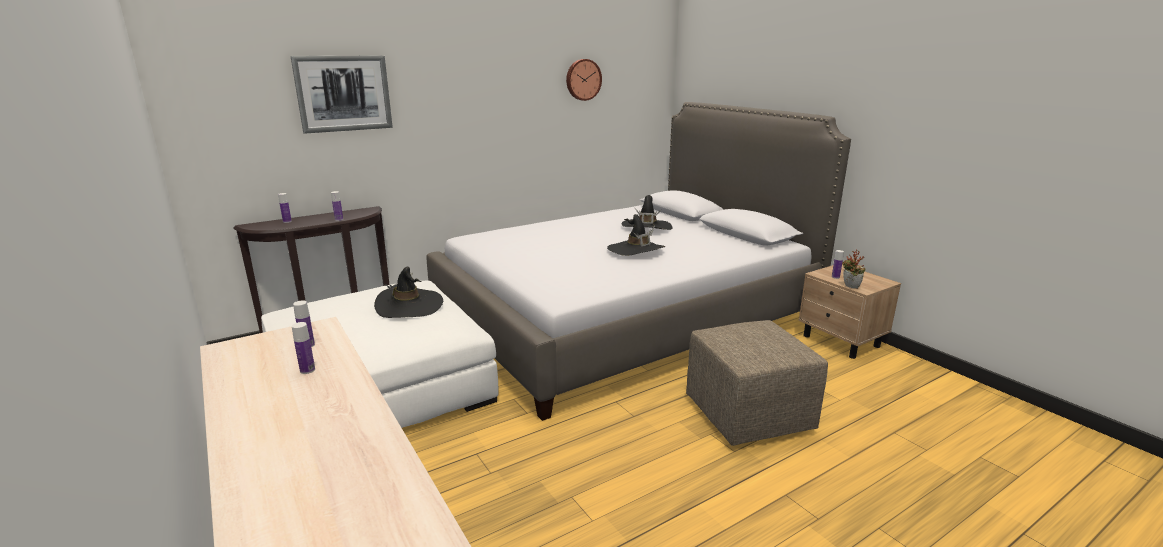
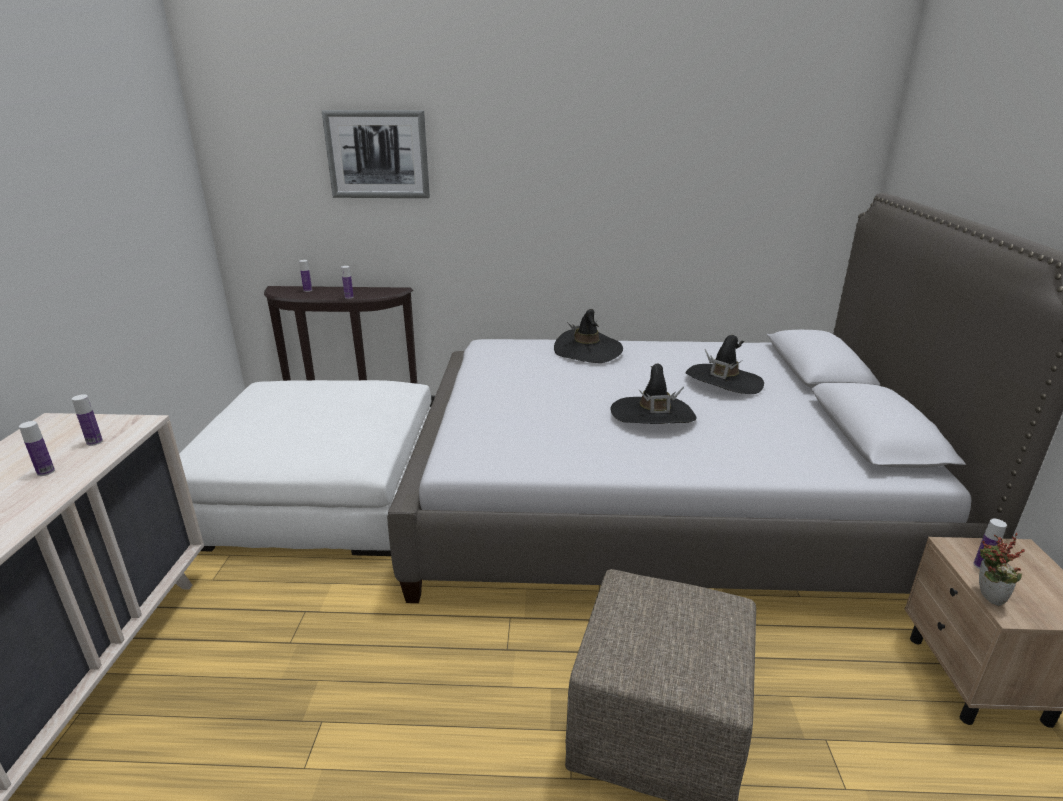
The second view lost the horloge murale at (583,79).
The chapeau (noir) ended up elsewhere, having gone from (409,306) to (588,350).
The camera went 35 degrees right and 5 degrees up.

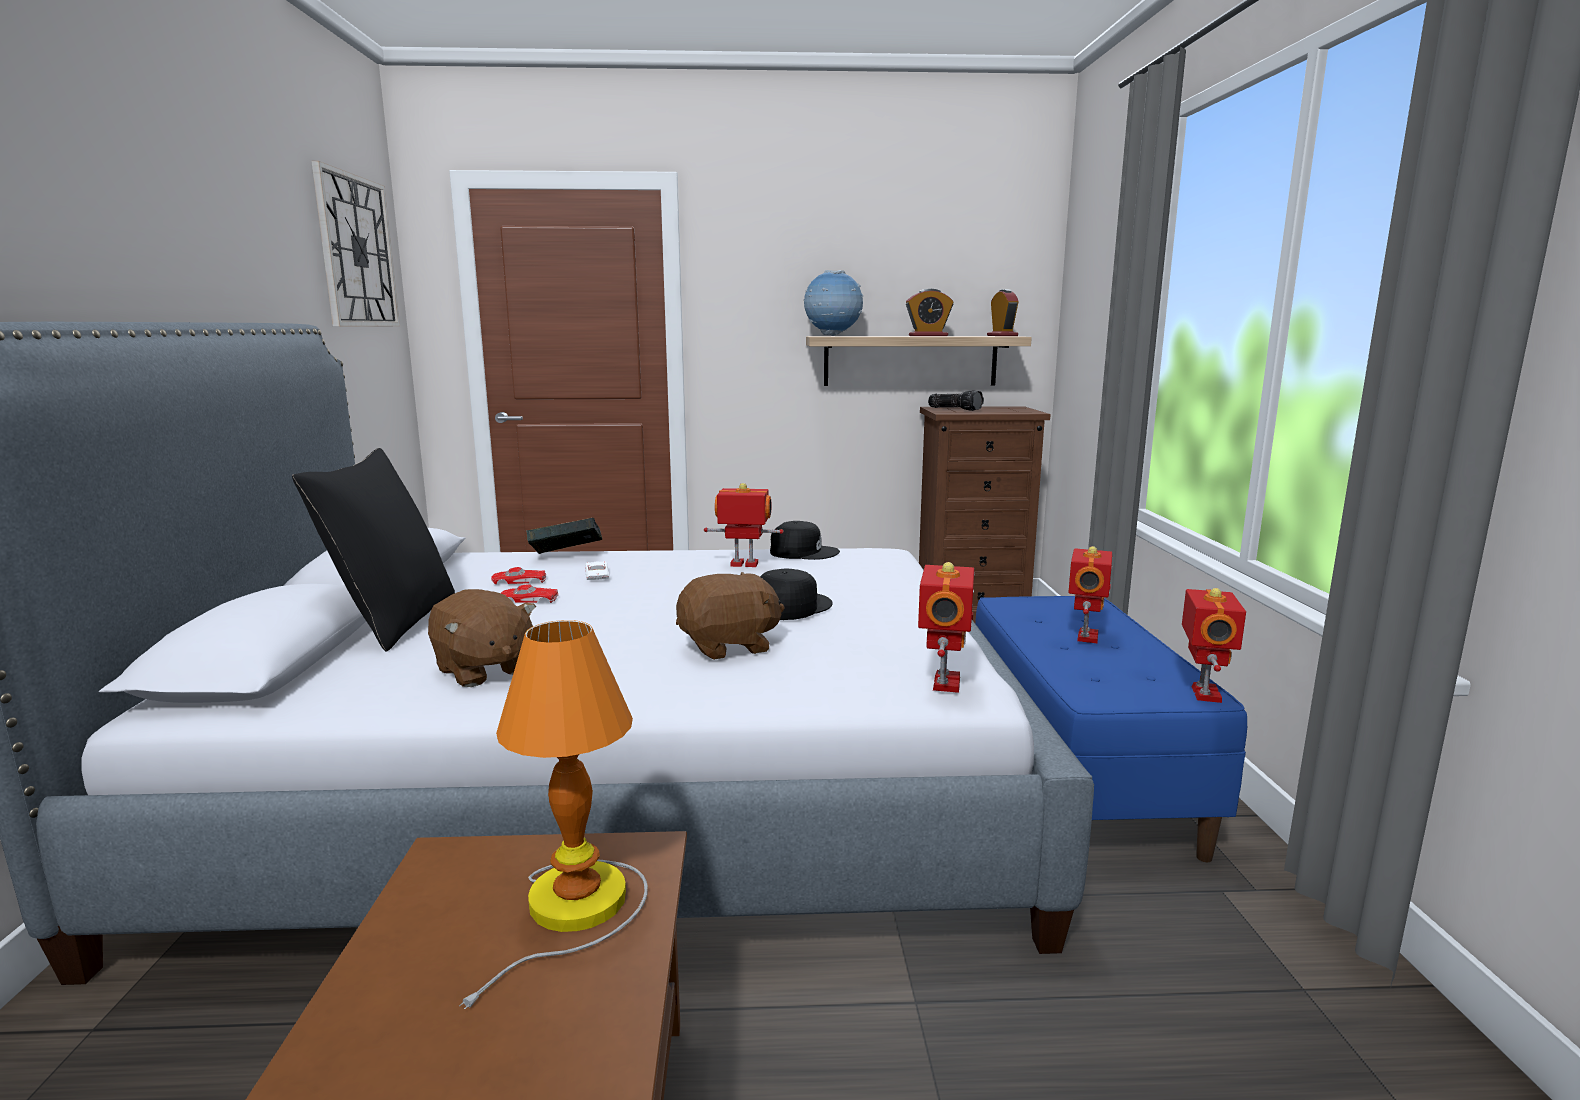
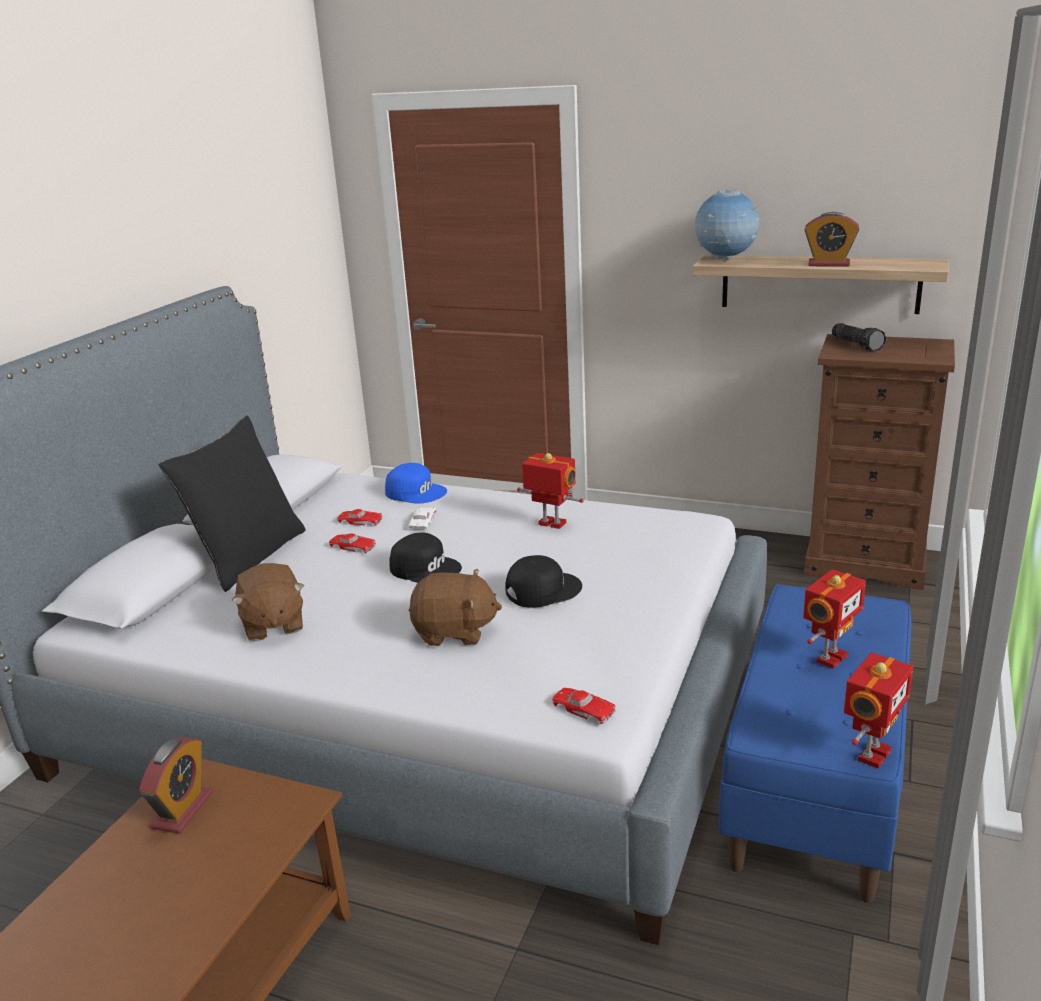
The second view lost the horloge murale at (356,251).
The réveil ended up elsewhere, having gone from (1002,336) to (182,810).
Where the livre stood at (566,556), the casquette (bleu) came to stand at (416,492).
The casquette (noir) ended up elsewhere, having gone from (803,552) to (425,568).
Where the robot jouet stood at (943,683), the petite voiture (rouge) came to stand at (583,709).
The second view lost the lampe de table at (576,908).
The camera went 25 degrees right and 10 degrees up.

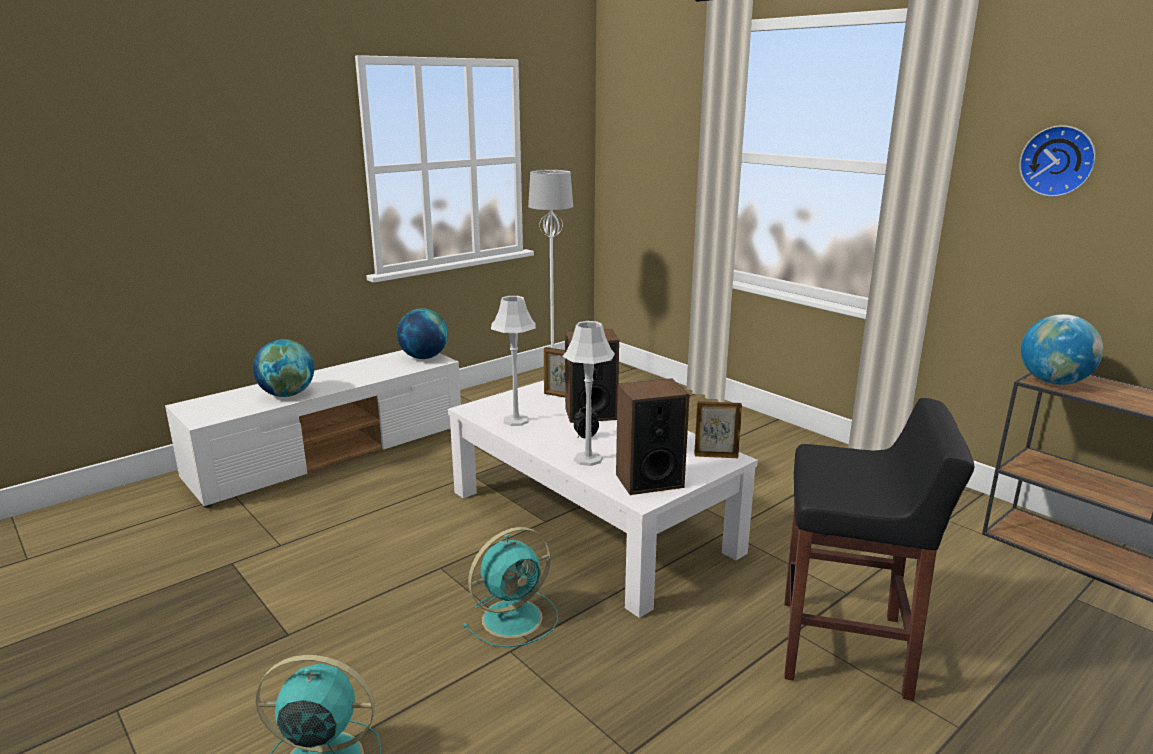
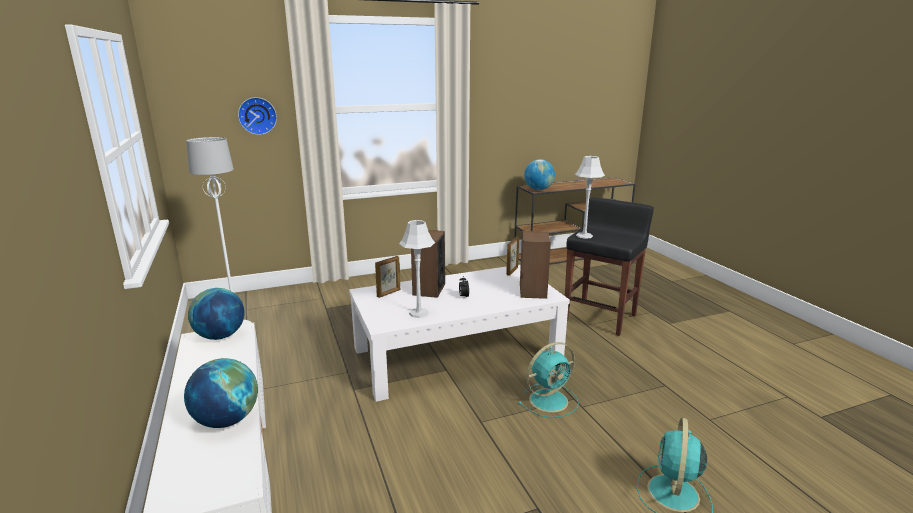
The horloge murale ended up elsewhere, having gone from (1058,161) to (257,116).
The lampe de table (gris) ended up elsewhere, having gone from (588,459) to (584,236).
The ventilateur (turquoise) at (514,617) ended up facing another way, 75 degrees clockwise from before.
The camera went 70 degrees left and 0 degrees up.

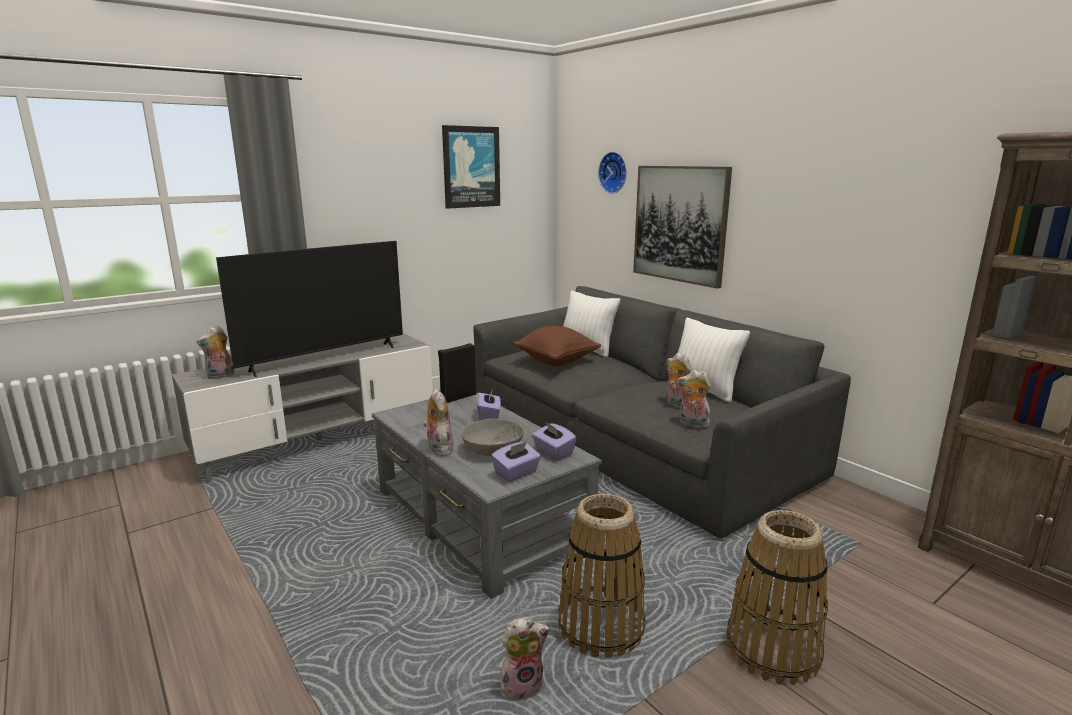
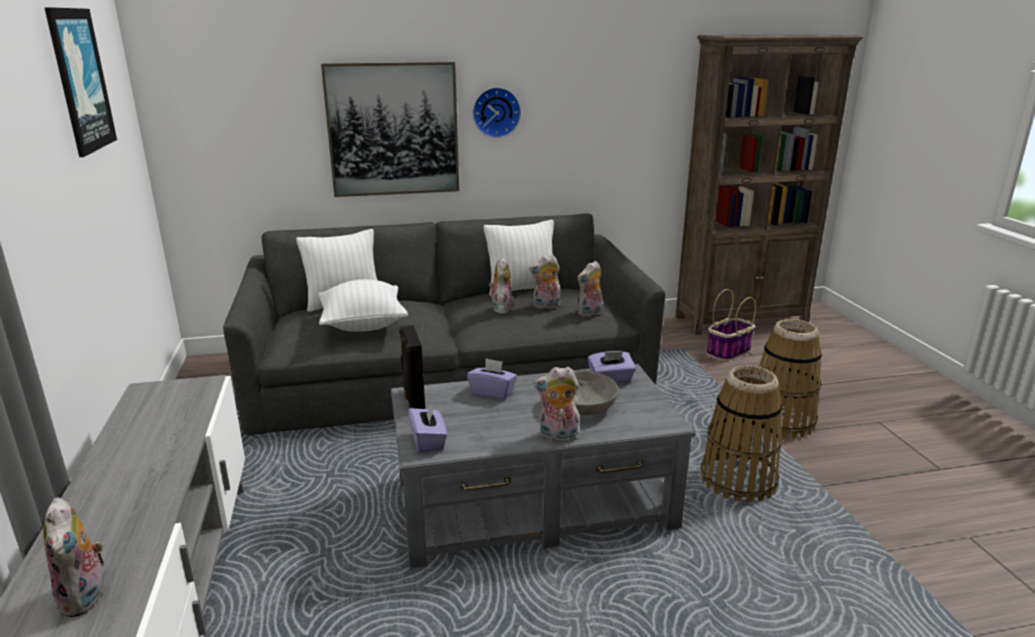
The horloge murale ended up elsewhere, having gone from (614,172) to (496,112).
The second view lost the téléviseur at (325,358).
What was the coussin (marron) at (556,362) turned into the coussin (blanc) at (363,325).
The boîte à mouchoirs (violet) ended up elsewhere, having gone from (516,473) to (428,441).
The peluche ended up elsewhere, having gone from (522,686) to (501,308).
The second view gained the panier at (728,352).
The camera went 65 degrees left and 5 degrees up.

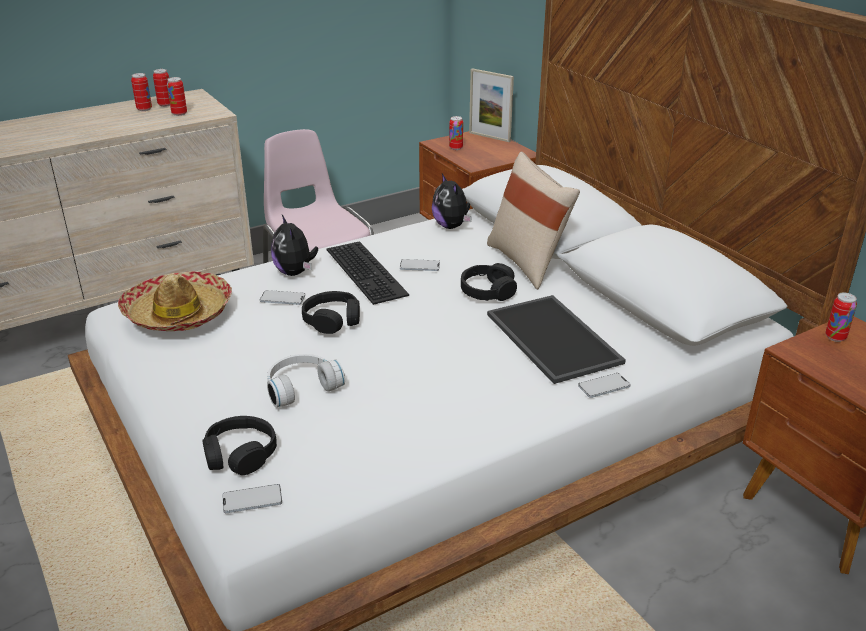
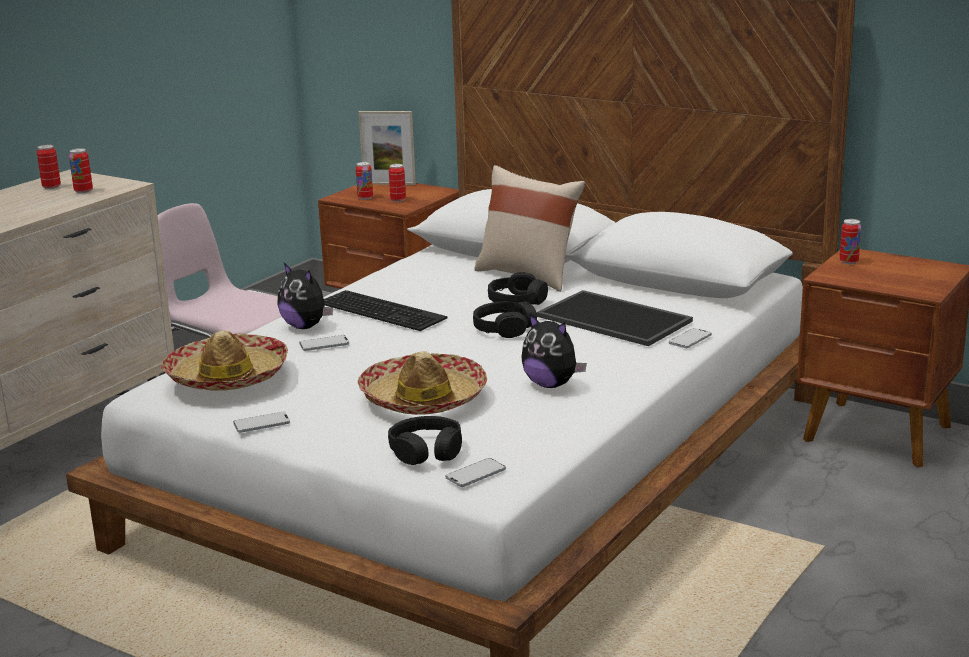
The boîte métallique ended up elsewhere, having gone from (144,109) to (398,200).
The peluche ended up elsewhere, having gone from (451,226) to (551,384).
The téléphone ended up elsewhere, having gone from (419,266) to (261,423).
The casque audio (noir) ended up elsewhere, having gone from (332,320) to (504,328).
Where the casque audio (blanc) stood at (301,387), the chapeau came to stand at (423,399).
The camera went 25 degrees left and 10 degrees down.

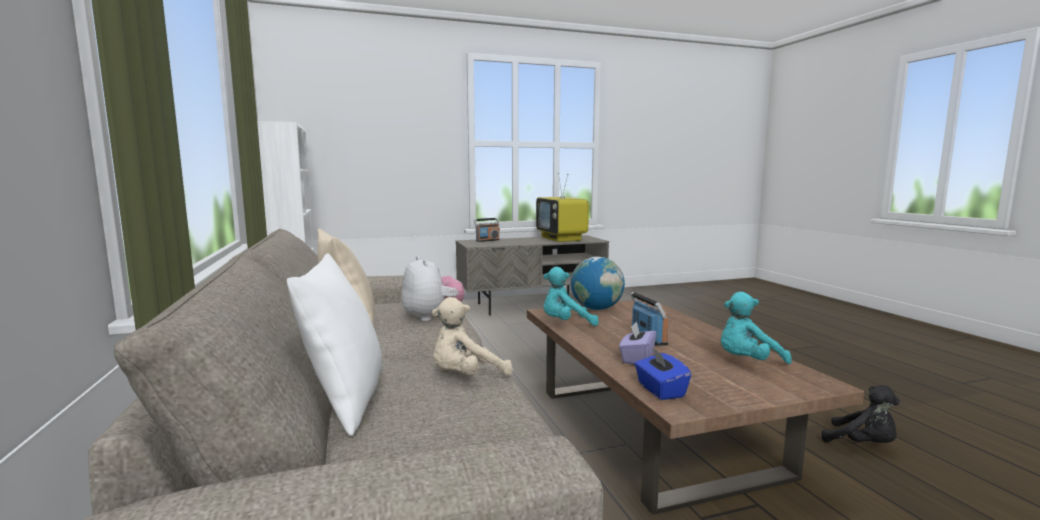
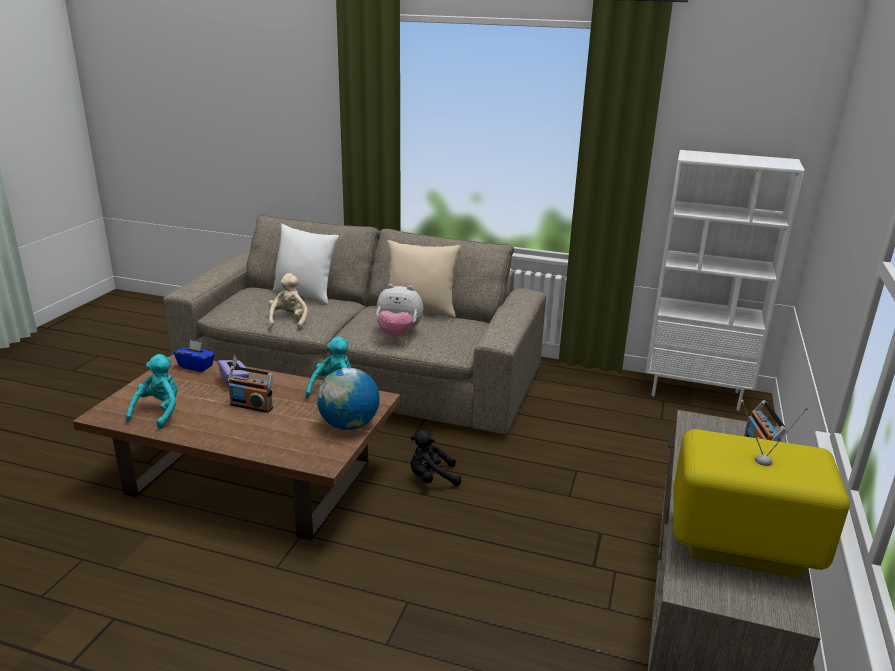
The peluche (noir) ended up elsewhere, having gone from (862,444) to (432,478).
The camera went 125 degrees right and 15 degrees up.

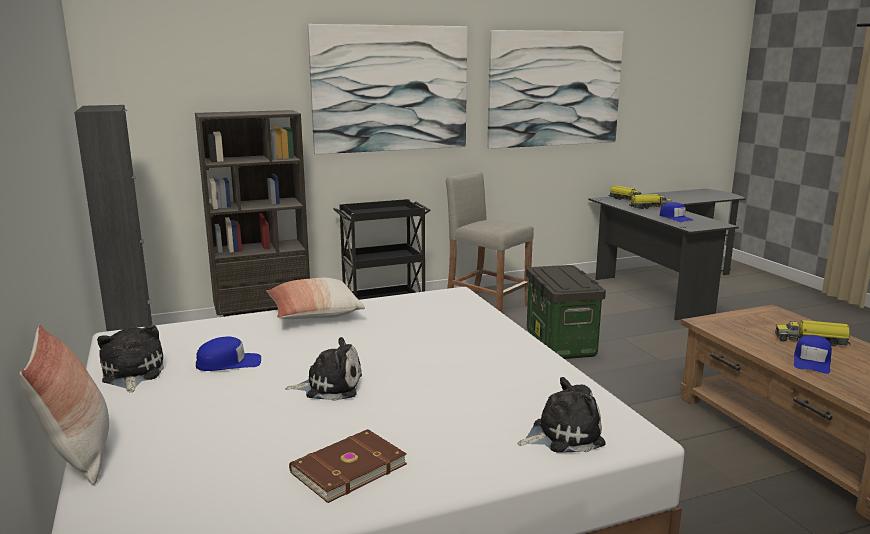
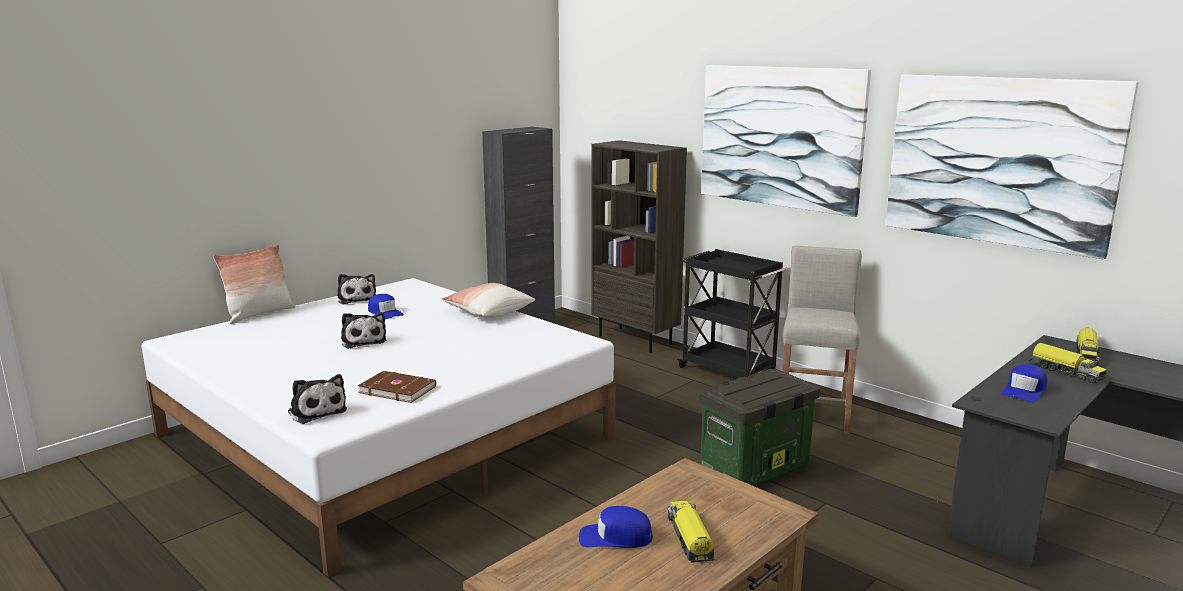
The peluche at (132,374) ended up facing another way, 105 degrees clockwise from before.
The livre (marron) ended up elsewhere, having gone from (347,468) to (398,389).
The camera went 65 degrees right and 0 degrees up.

